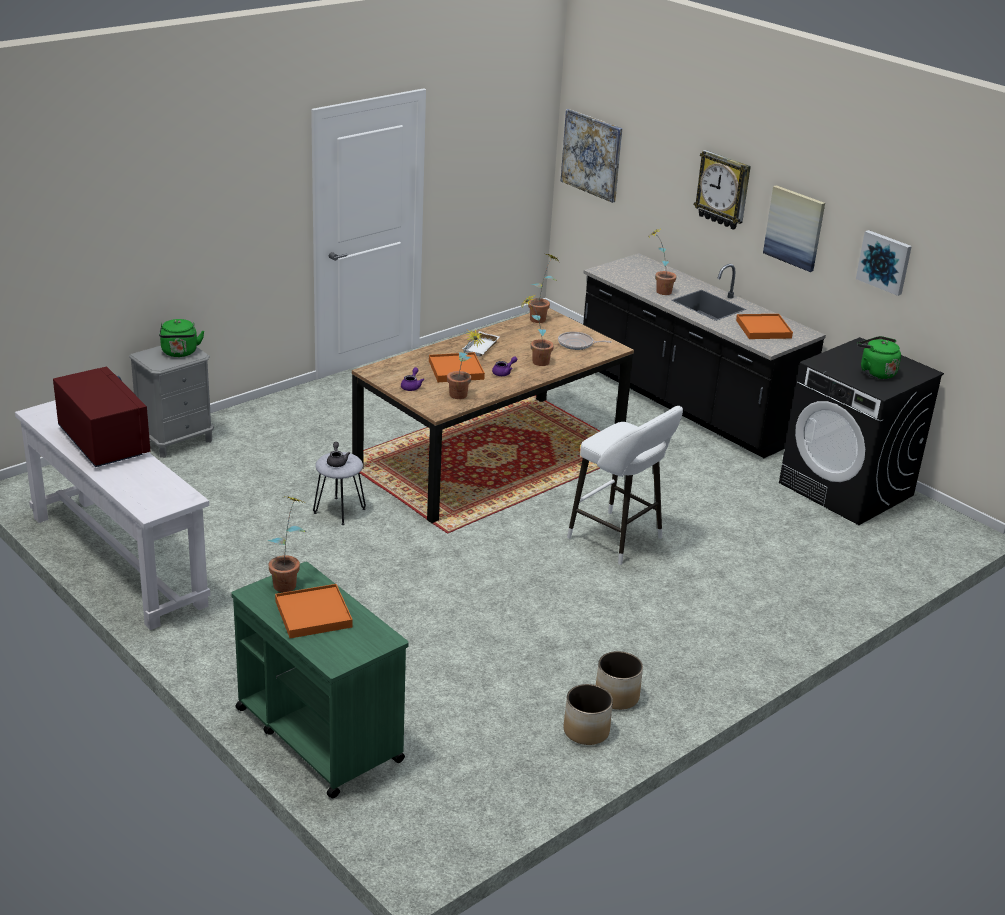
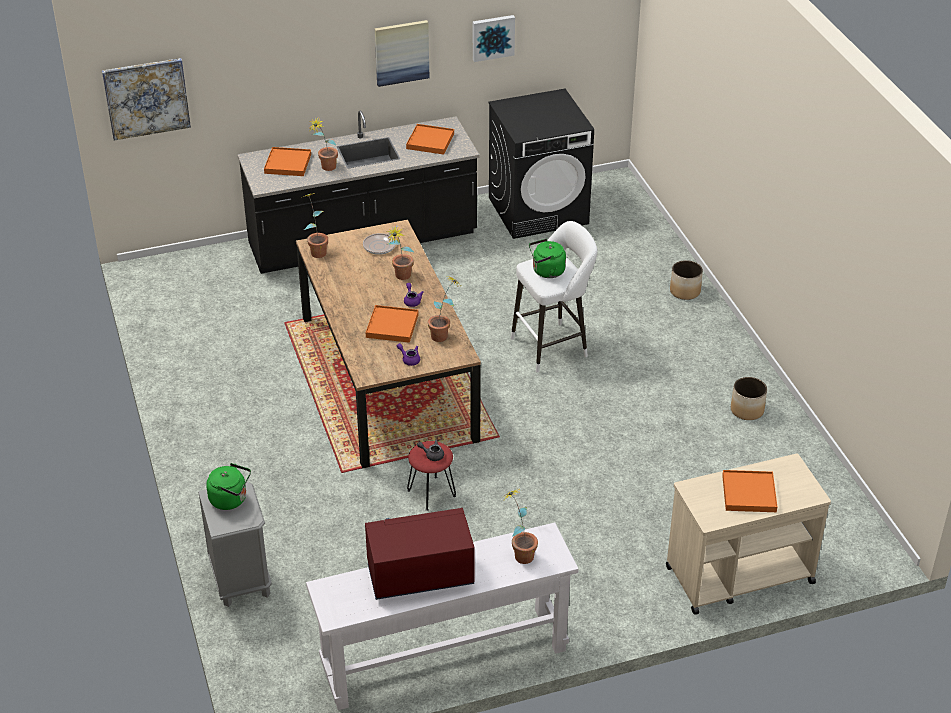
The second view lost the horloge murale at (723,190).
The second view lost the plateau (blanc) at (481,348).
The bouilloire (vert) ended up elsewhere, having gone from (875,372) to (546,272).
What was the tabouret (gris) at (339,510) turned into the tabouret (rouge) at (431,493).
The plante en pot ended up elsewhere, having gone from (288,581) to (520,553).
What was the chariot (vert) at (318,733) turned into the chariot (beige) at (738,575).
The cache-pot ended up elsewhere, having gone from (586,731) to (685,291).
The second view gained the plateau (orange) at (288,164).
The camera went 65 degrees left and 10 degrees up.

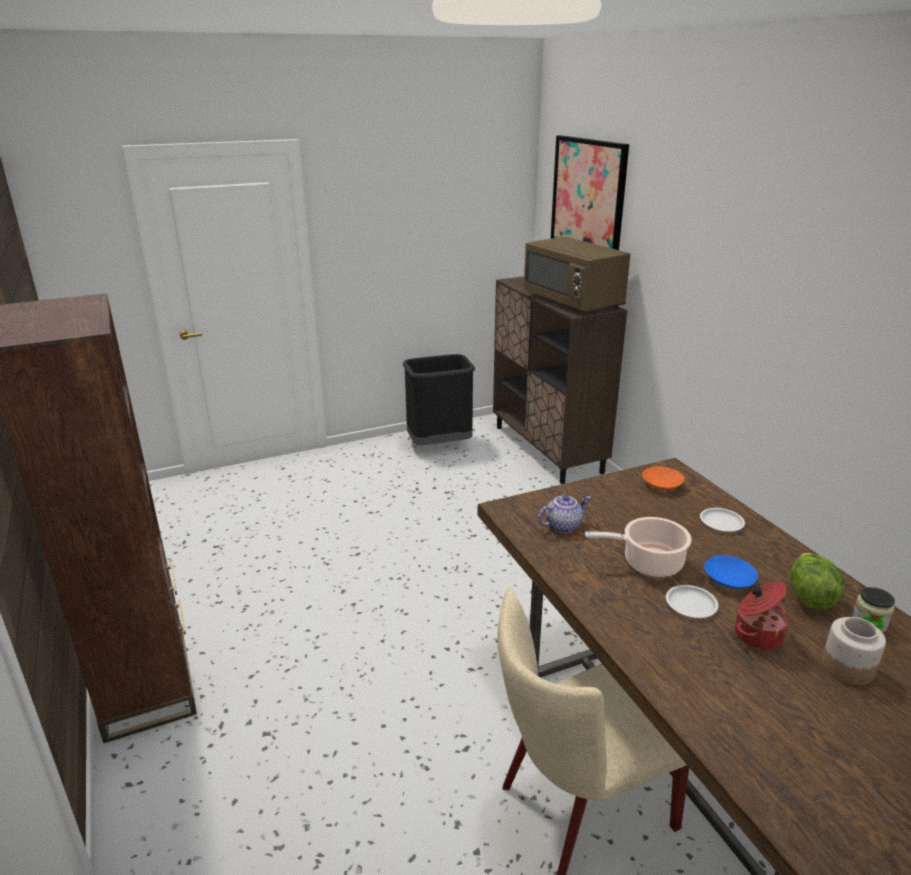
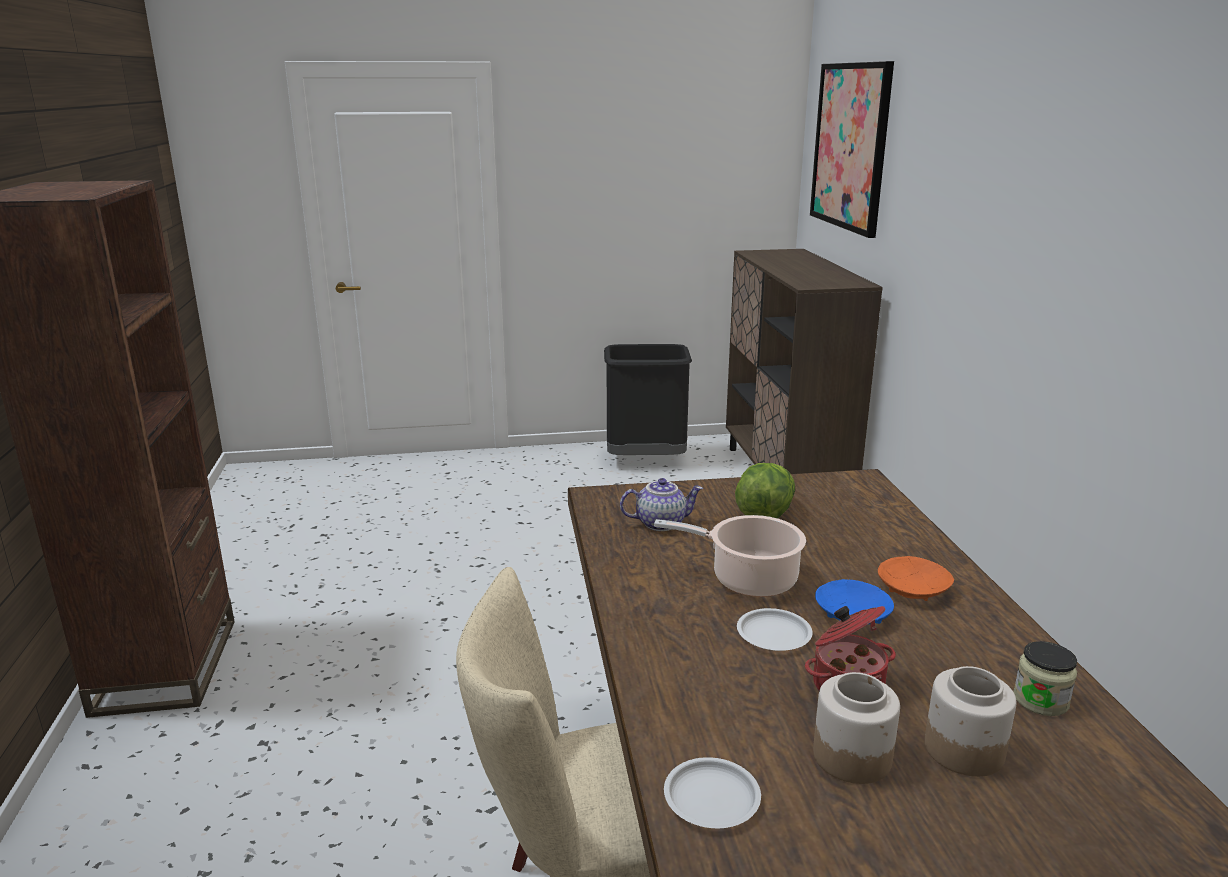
The second view lost the micro-ondes (marron) at (573,301).
The bol (orange) ended up elsewhere, having gone from (661,485) to (912,589).
The assiette (blanc) ended up elsewhere, having gone from (722,522) to (712,798).
The laitue ended up elsewhere, having gone from (809,597) to (764,513).
The second view gained the bocal at (852,756).
The camera went 15 degrees right and 5 degrees down.

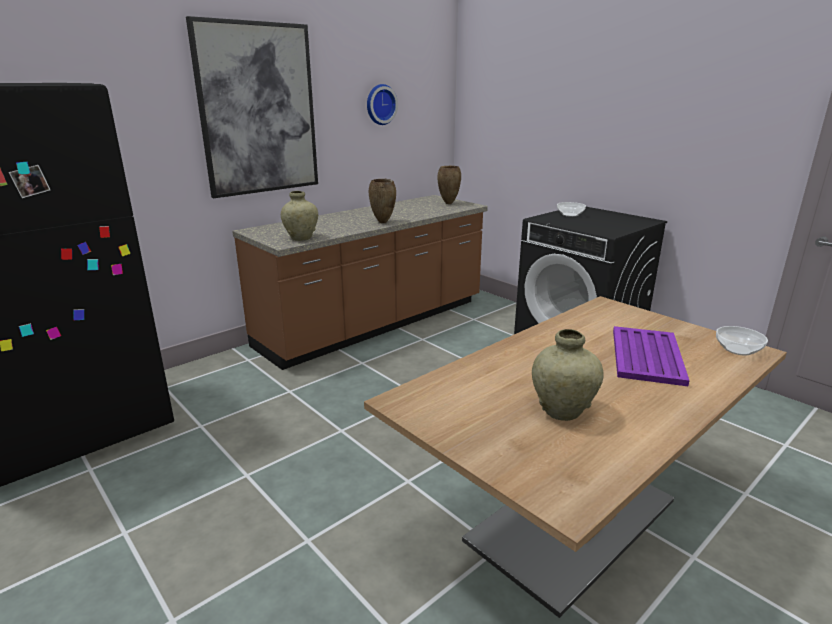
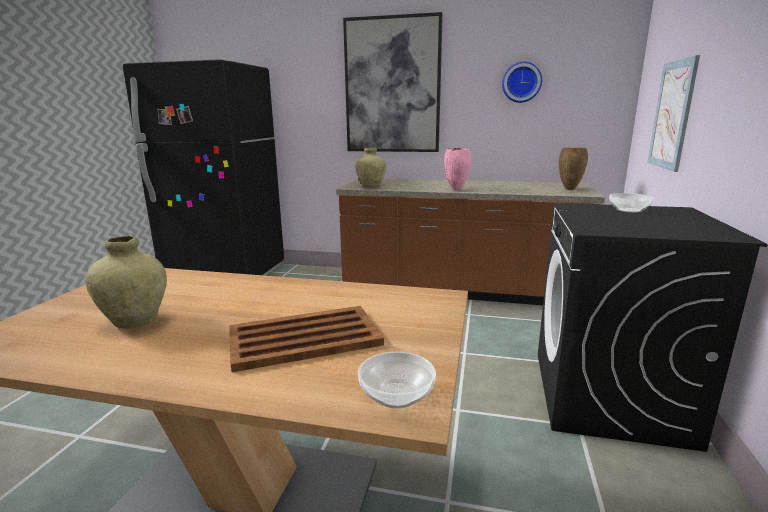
What was the vase (marron) at (383,222) turned into the vase (rose) at (456,189).
What was the plateau (violet) at (646,356) turned into the plateau (marron) at (302,338).
The second view gained the tableau at (672,115).
The camera went 55 degrees right and 5 degrees down.

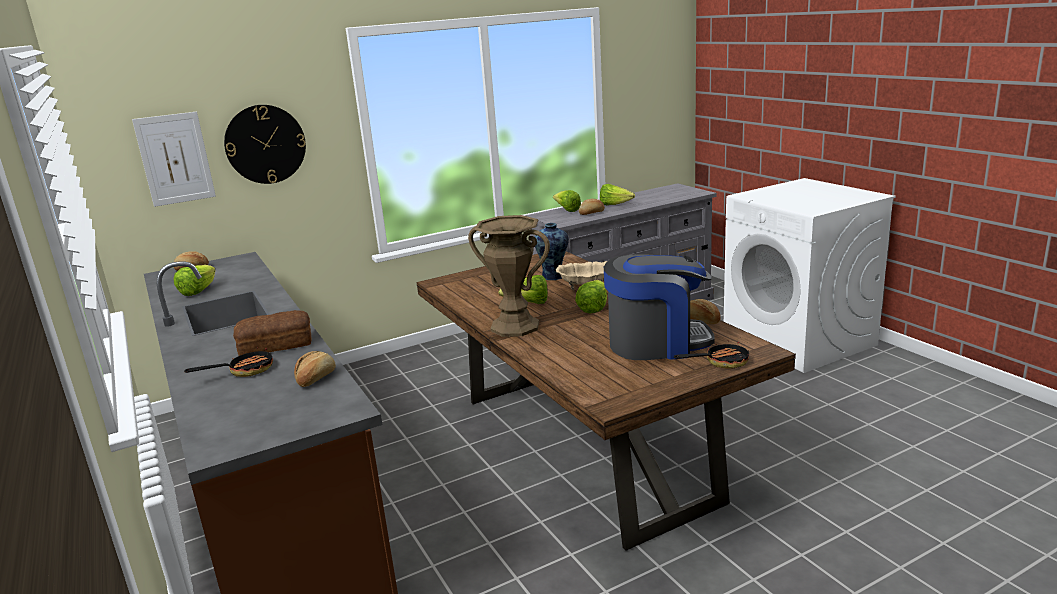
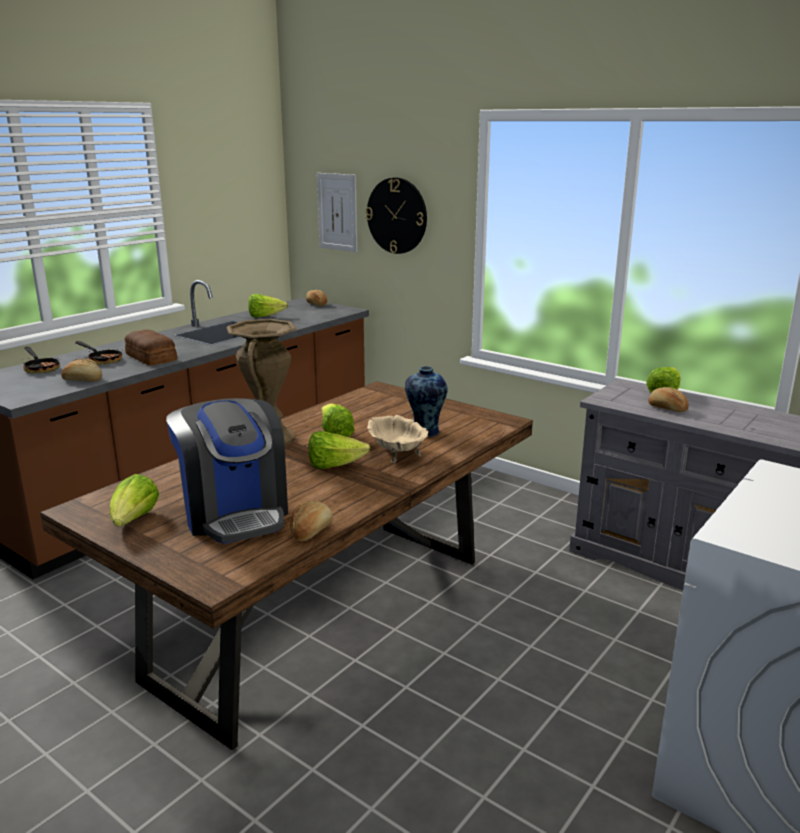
The laitue ended up elsewhere, having gone from (614,205) to (134,521).
The poêle ended up elsewhere, having gone from (721,362) to (41,368).
The camera went 65 degrees right and 0 degrees up.

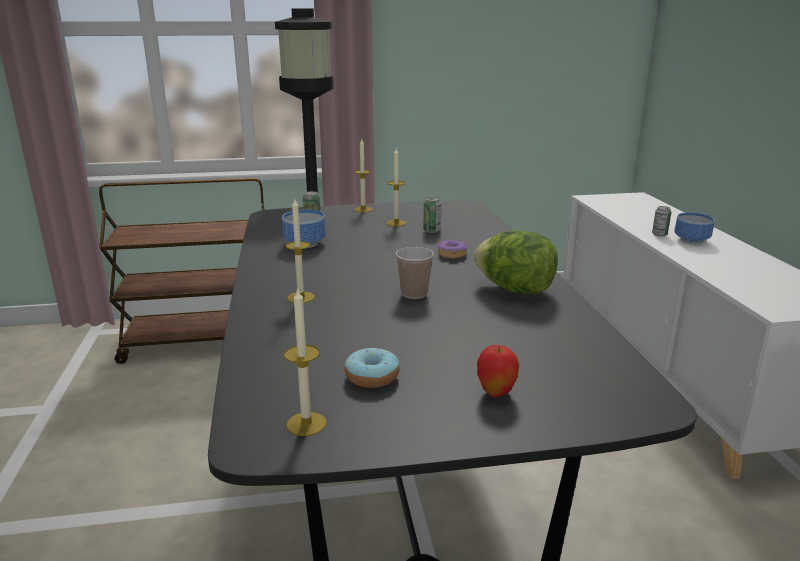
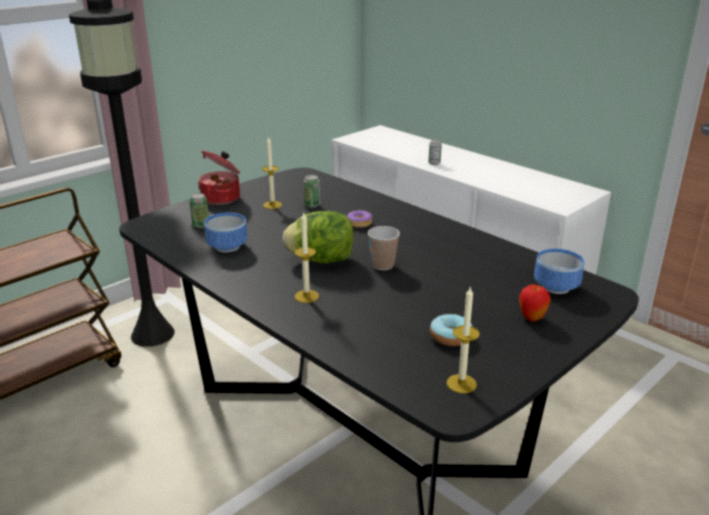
Where the bougie stood at (363,209), the marmite came to stand at (222,198).
The bol ended up elsewhere, having gone from (693,240) to (557,286).
The laitue ended up elsewhere, having gone from (515,289) to (321,260).
The camera went 35 degrees left and 5 degrees up.

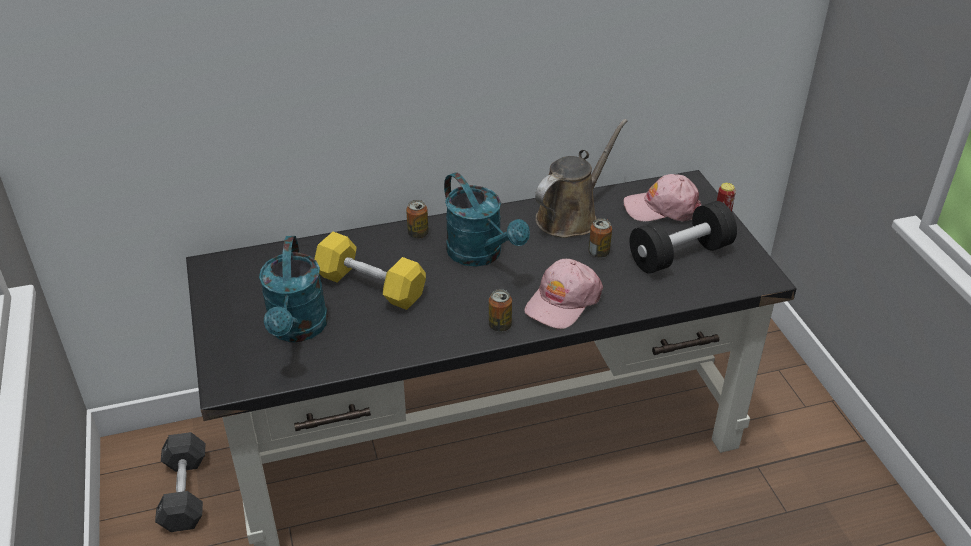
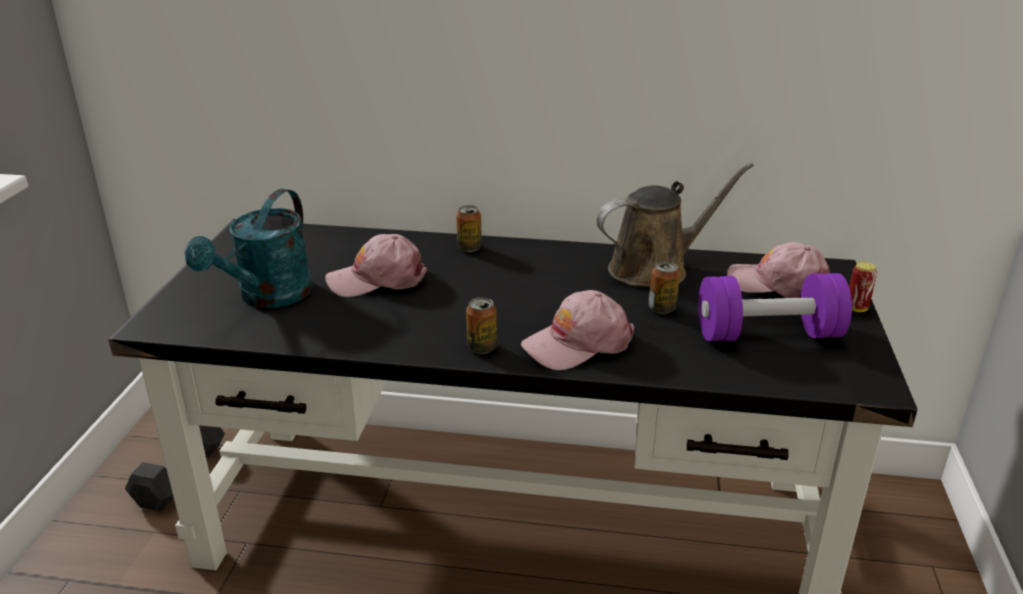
The second view lost the arrosoir (turquoise) at (481,255).
What was the haltère (noir) at (680,255) turned into the haltère (violet) at (768,334).
Where the haltère (jaune) stood at (370,286), the casquette (rose) came to stand at (377,279).
The camera went 25 degrees right and 10 degrees down.

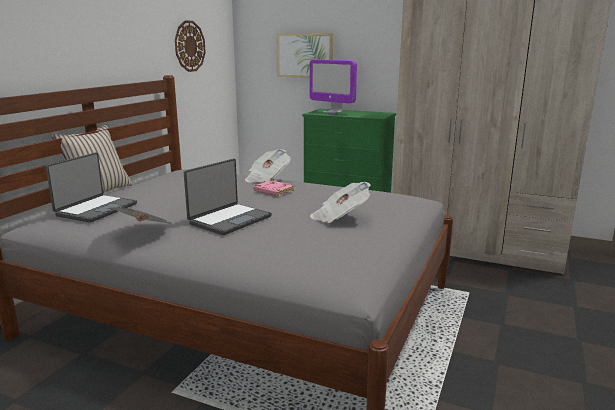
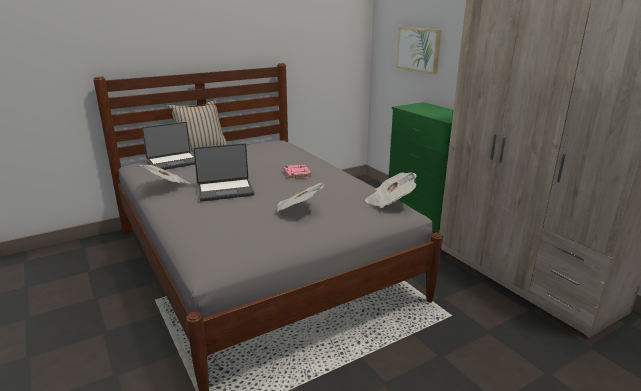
The second view lost the horloge murale at (189,46).
The second view lost the écran d'ordinateur at (332,112).
The journal ended up elsewhere, having gone from (267,178) to (390,202).
The camera went 35 degrees right and 5 degrees up.

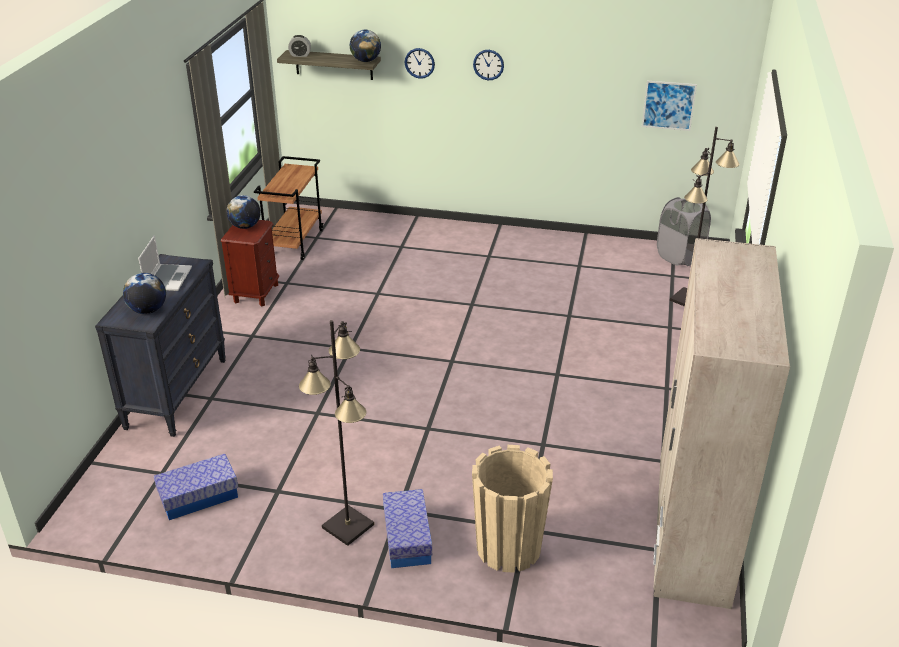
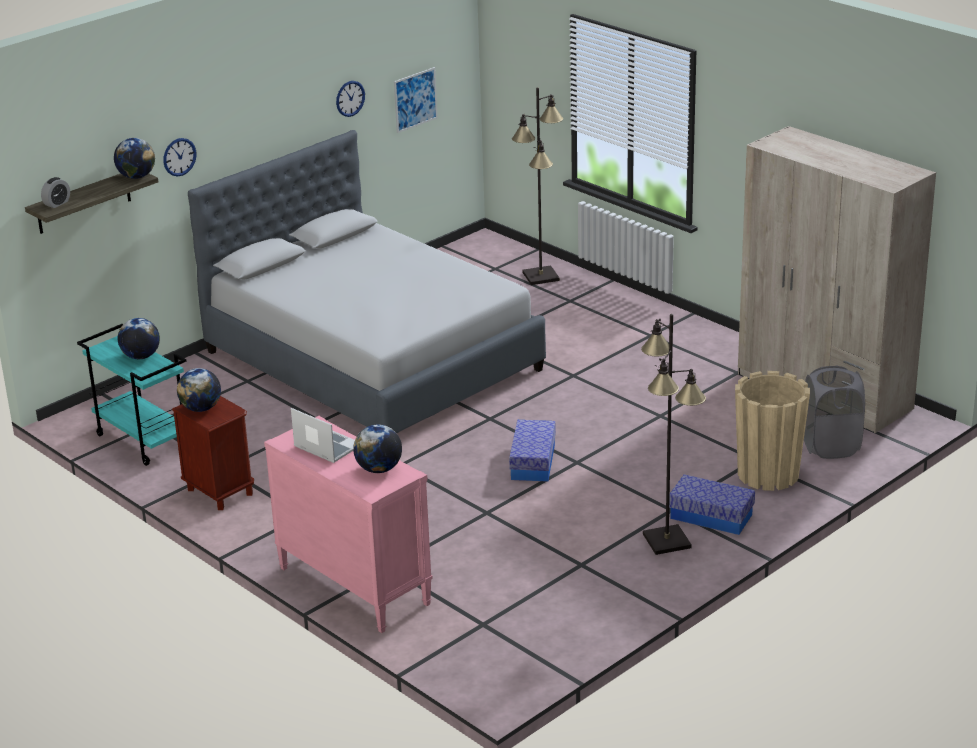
The horloge murale ended up elsewhere, having gone from (488,64) to (350,98).
What was the chariot (marron) at (294,242) turned into the chariot (turquoise) at (142,440).
The panier à linge (gris) ended up elsewhere, having gone from (679,256) to (831,446).
What was the commode (noir) at (176,393) turned into the commode (rose) at (353,586).
The boîte de rangement ended up elsewhere, having gone from (199,496) to (533,462).
The second view gained the lit (gris) at (373,360).
The second view gained the globe at (141,356).
The camera went 55 degrees left and 5 degrees down.

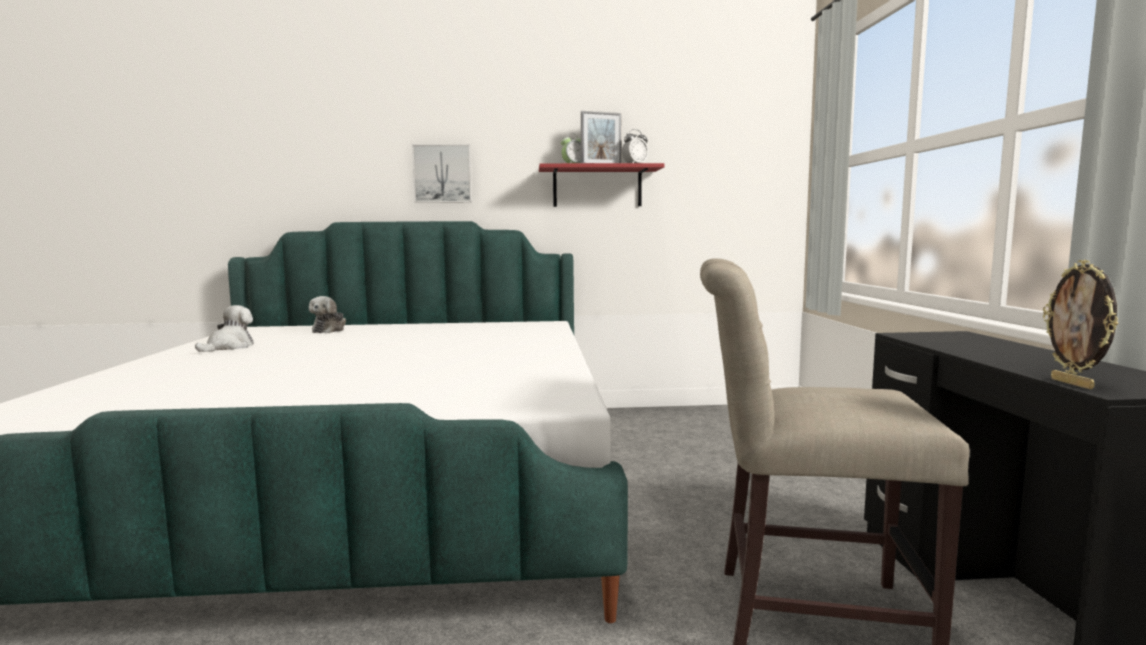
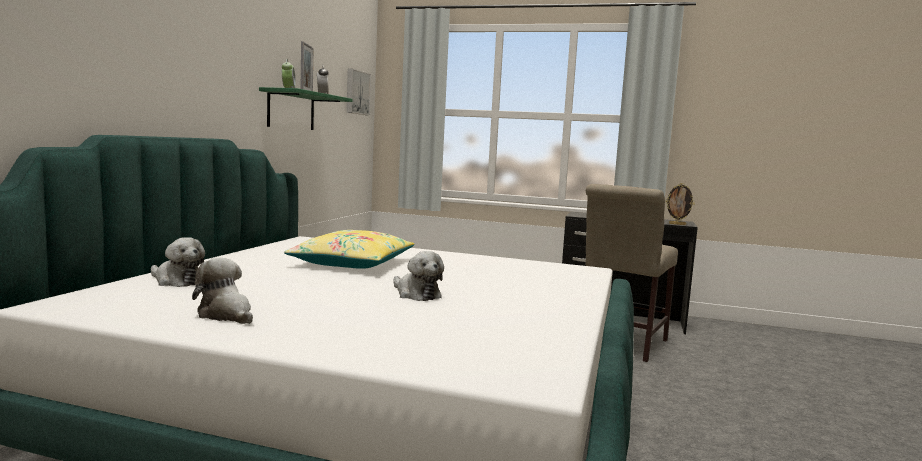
The tableau ended up elsewhere, having gone from (442,174) to (356,92).
What was the étagère (rouge) at (597,187) turned into the étagère (vert) at (291,110).
The second view gained the coussin (jaune) at (352,263).
The second view gained the peluche at (416,294).
The camera went 70 degrees left and 0 degrees up.

